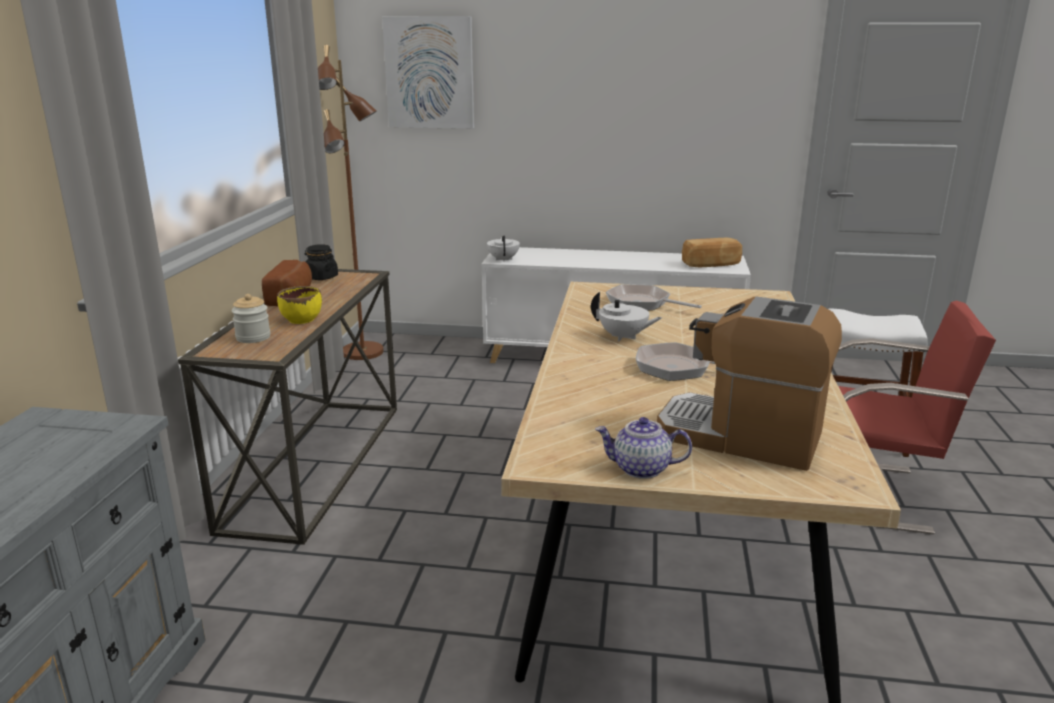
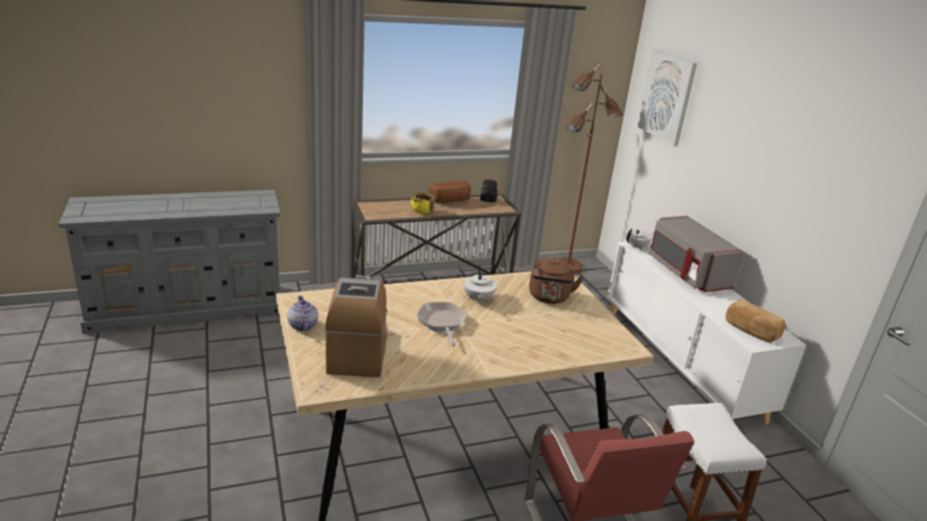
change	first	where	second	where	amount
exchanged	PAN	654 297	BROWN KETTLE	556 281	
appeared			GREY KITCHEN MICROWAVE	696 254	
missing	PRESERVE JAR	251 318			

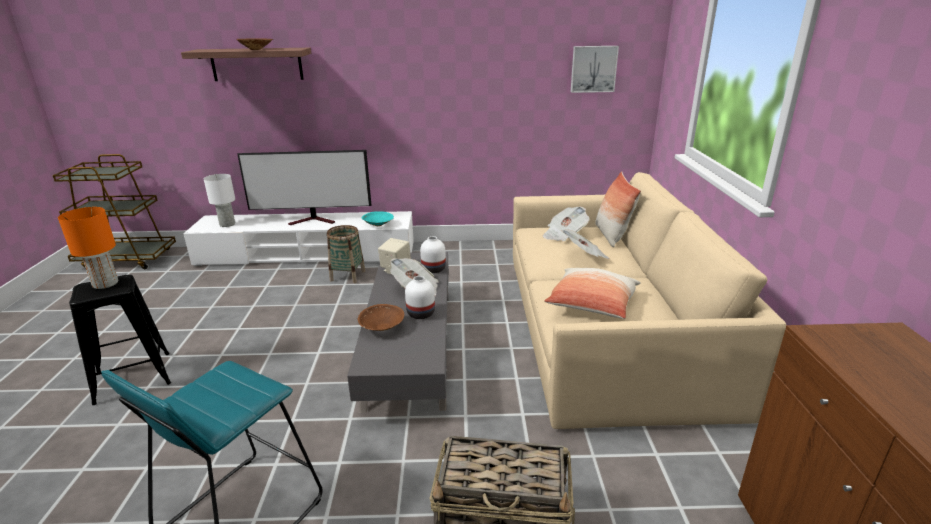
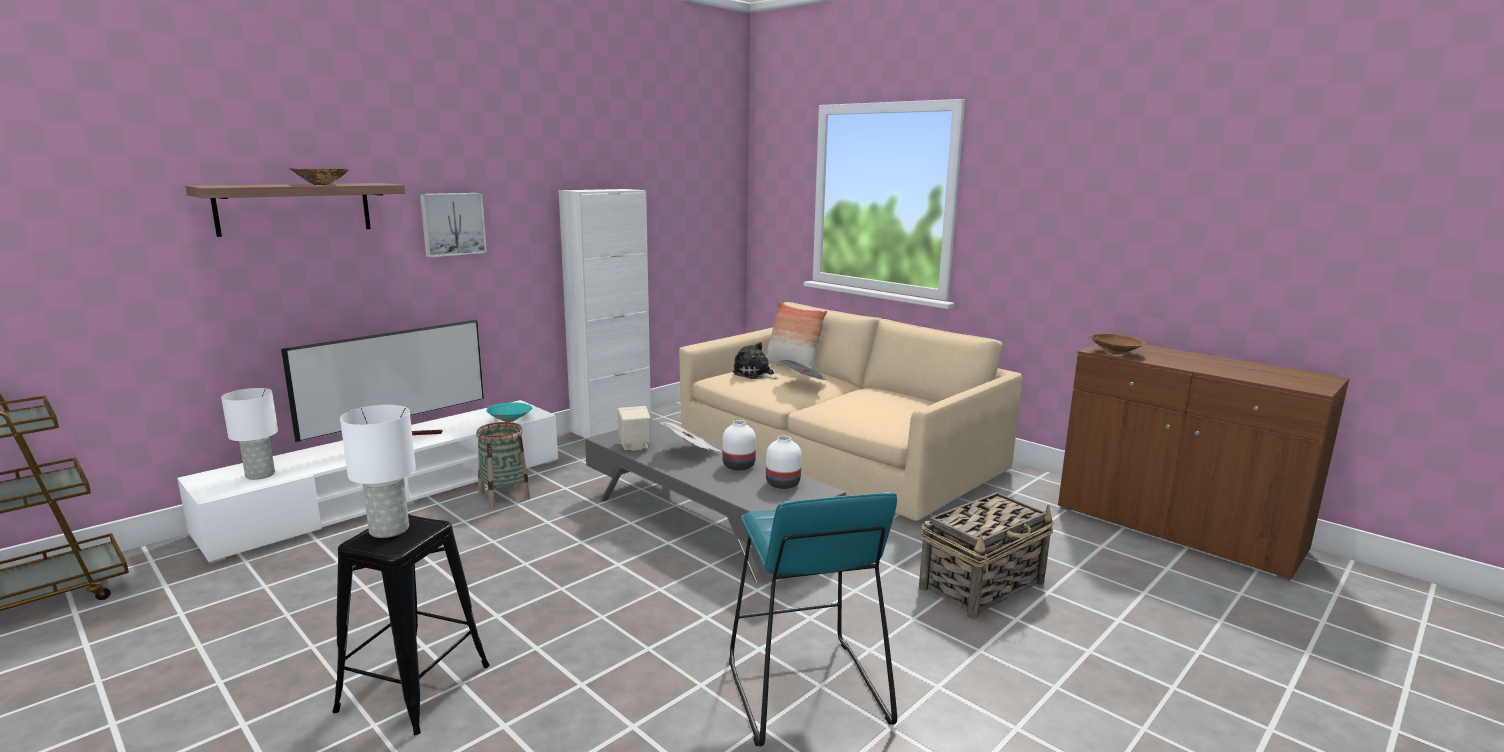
change	first	where	second	where	amount
colour	ORANGE TABLE LAMP	88 248	WHITE TABLE LAMP	378 471	
relocated	WALL ART	595 69		453 225	
appeared			WHITE CUPBOARD	605 313	
exchanged	NEWSPAPER	566 224	SOFT TOY	755 360	
relocated	WHITE DECORATIVE VASE	433 254		784 462	
relocated	BROWN BOWL	381 317		1118 344	
missing	CUSHION	592 293			

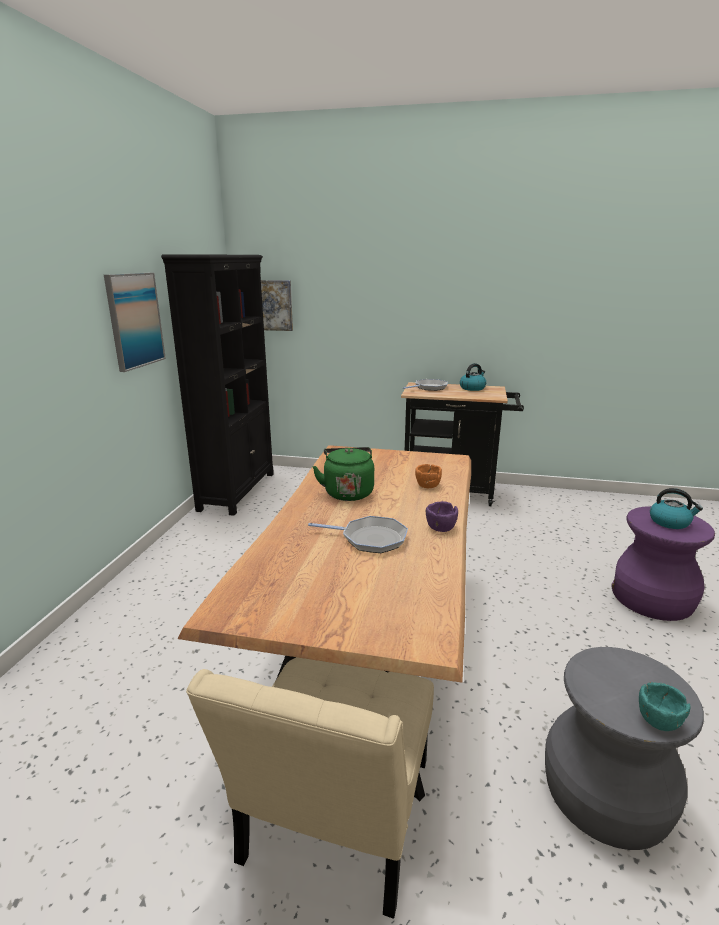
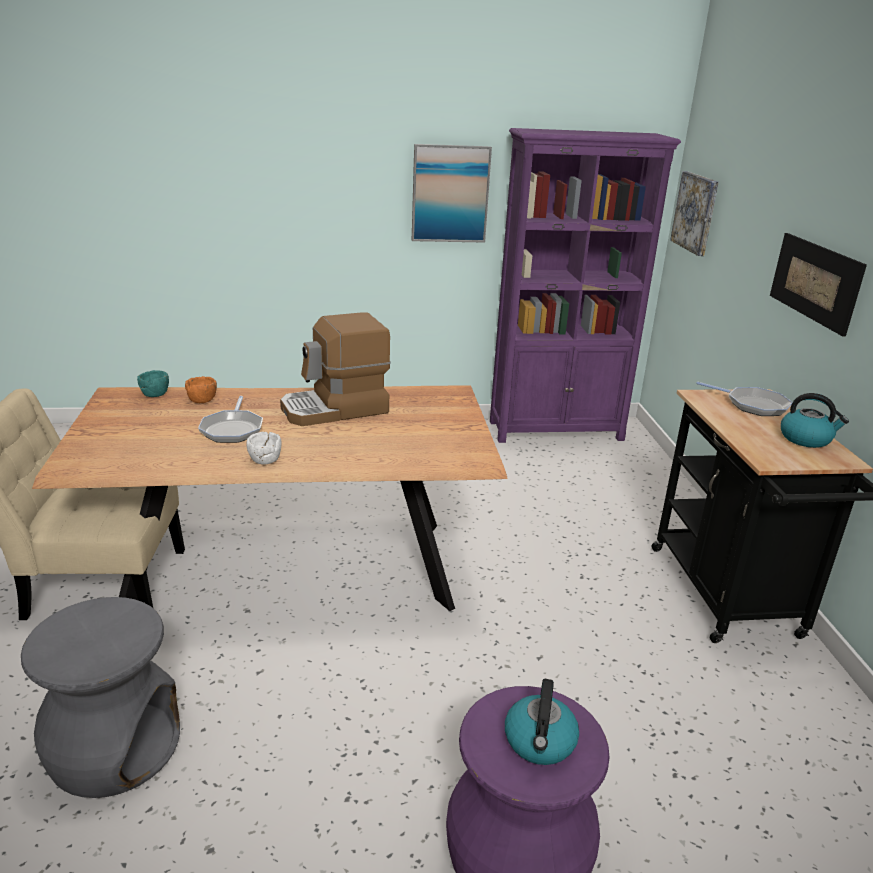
change	first	where	second	where	amount
relocated	TURQUOISE-COLOURED BOWL	664 706		153 383	
relocated	ORANGE BOWL	428 476		201 389	
colour	PURPLISH BOWL	442 516	WHITE BOWL	264 448	
exchanged	GREEN KETTLE	343 474	COFFEE MAKER	335 369	
colour	BLACK BOOKCASE	217 385	PURPLISH BOOKCASE	585 285	
appeared			WALL ART	818 285	

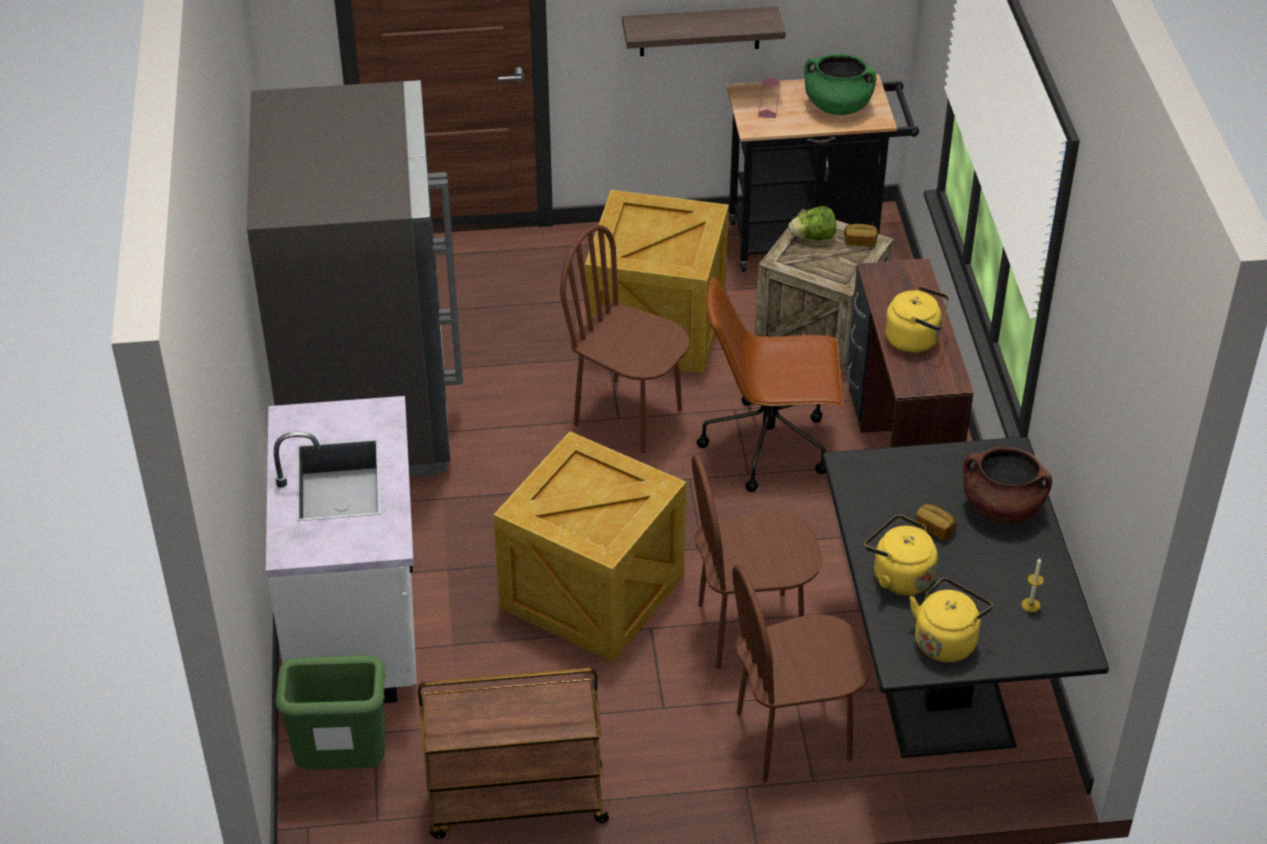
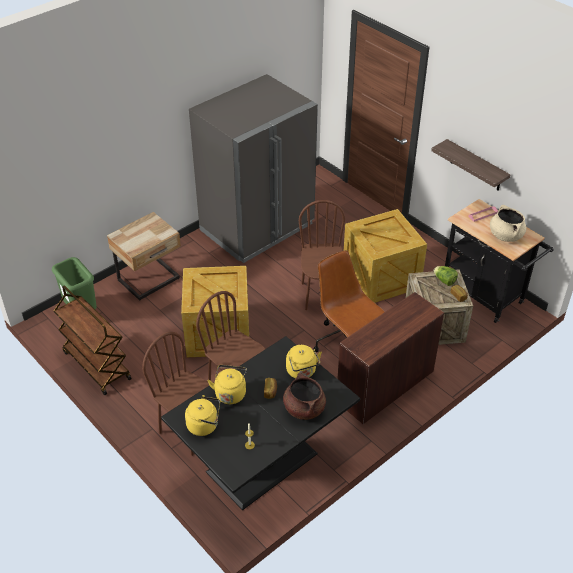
change	first	where	second	where	amount
exchanged	WHITE COUNTER	341 549	SAND-COLOURED BEDSIDE TABLE	144 256	
relocated	YELLOW KETTLE	917 319		304 361	
colour	GREEN SAUCEPOT	840 84	SAND-COLOURED SAUCEPOT	508 223	

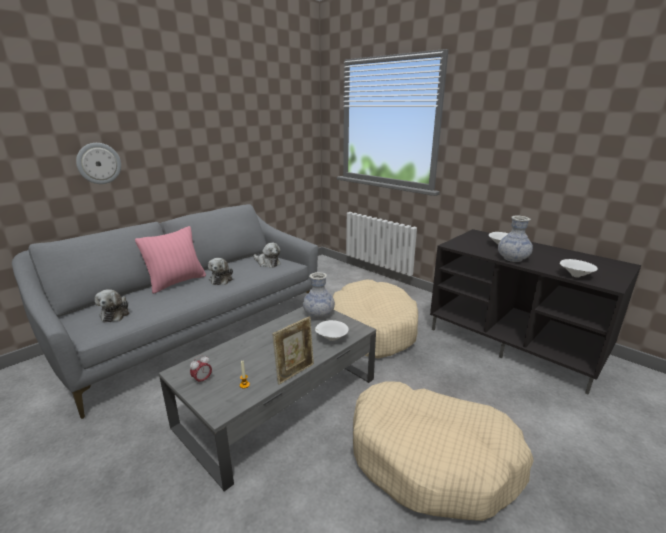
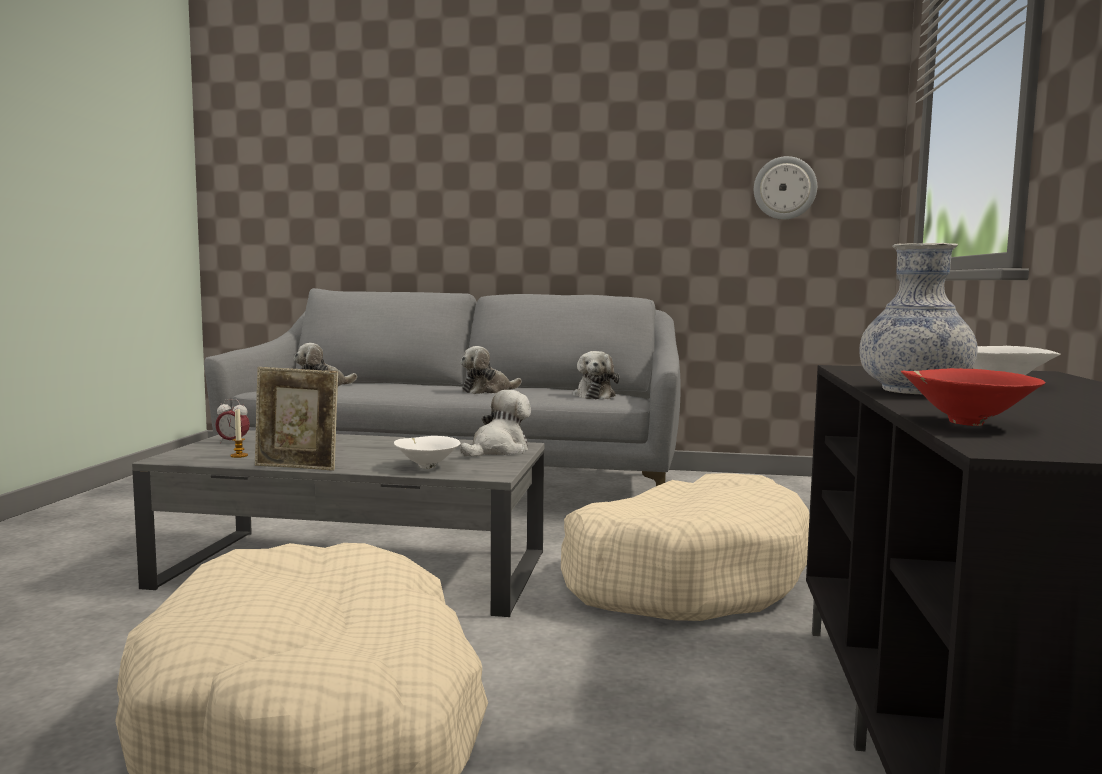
change	first	where	second	where	amount
exchanged	DECORATIVE VASE	319 295	SOFT TOY	495 423	
relocated	WALL CLOCK	98 163		785 188	
colour	WHITE BOWL	579 268	RED-COLOURED BOWL	973 397	
missing	PINK-COLOURED CUSHION	170 260			

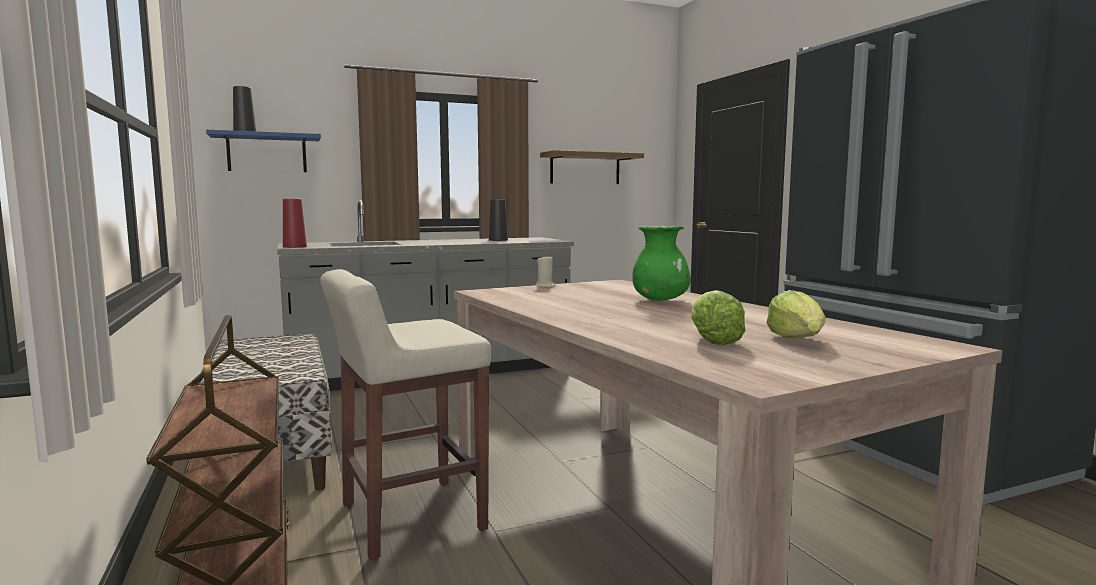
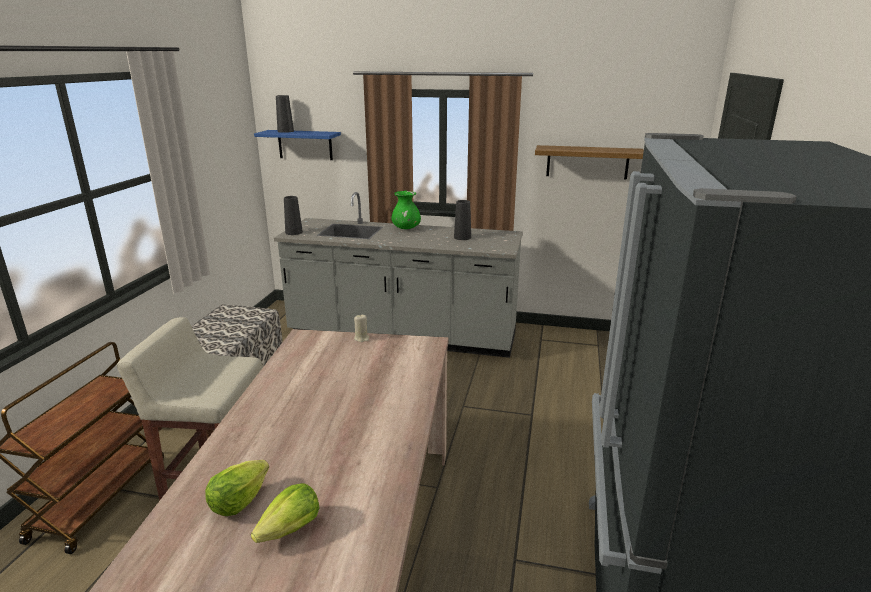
change	first	where	second	where	amount
colour	RED-COLOURED DECORATIVE VASE	295 223	BLACK DECORATIVE VASE	293 215	
relocated	GREEN DECORATIVE VASE	662 263		406 210	

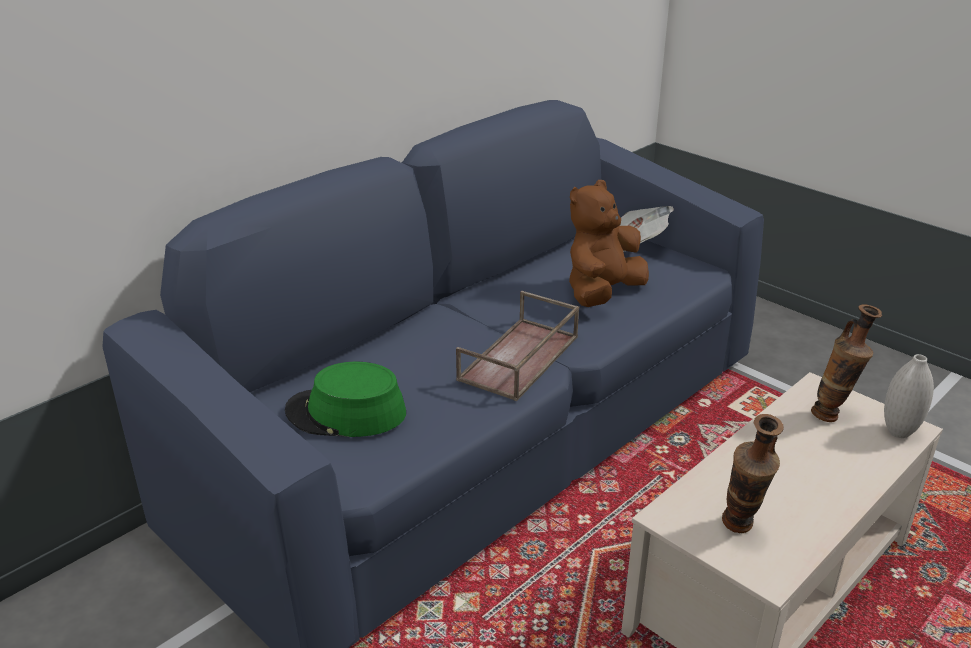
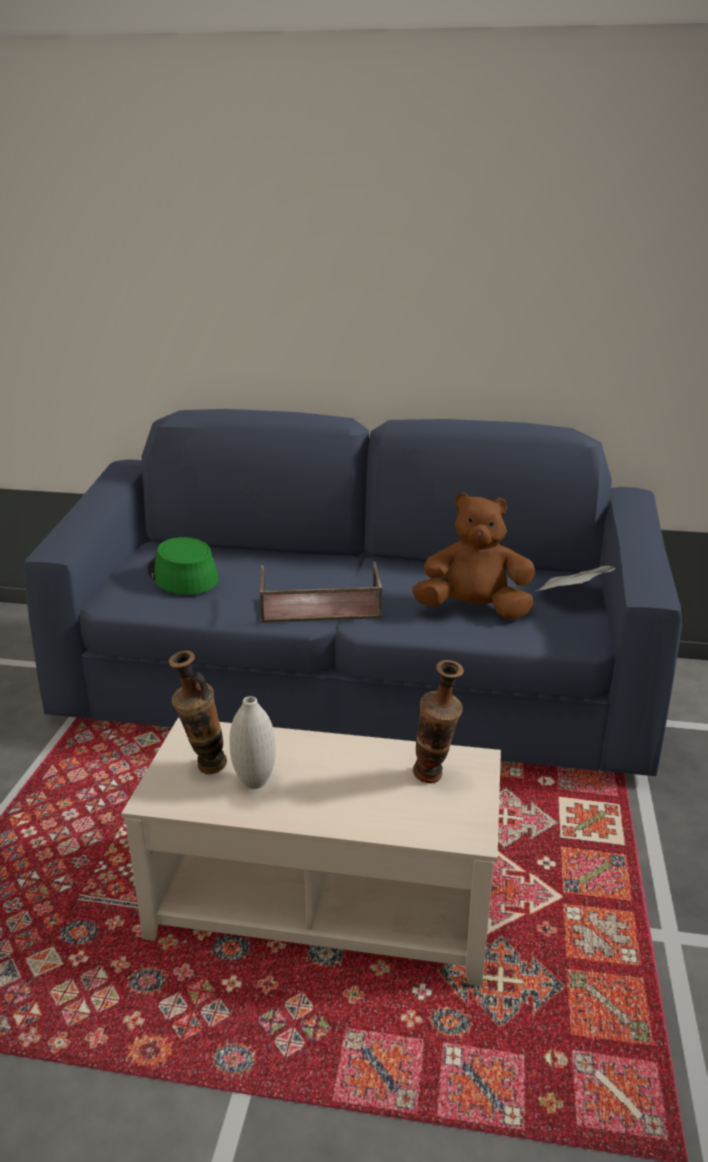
change	first	where	second	where	amount
relocated	WHITE DECORATIVE VASE	909 396		252 742	

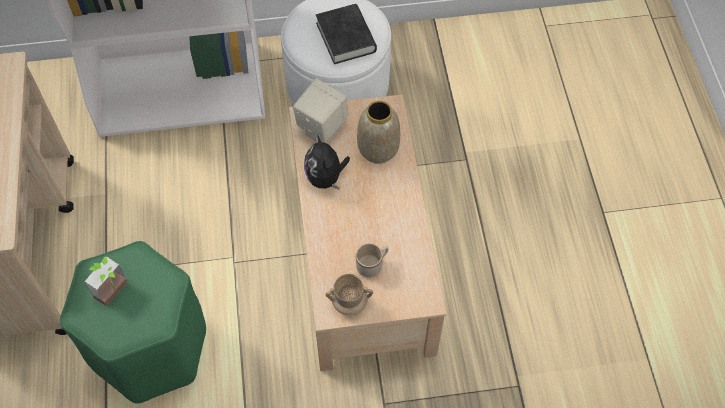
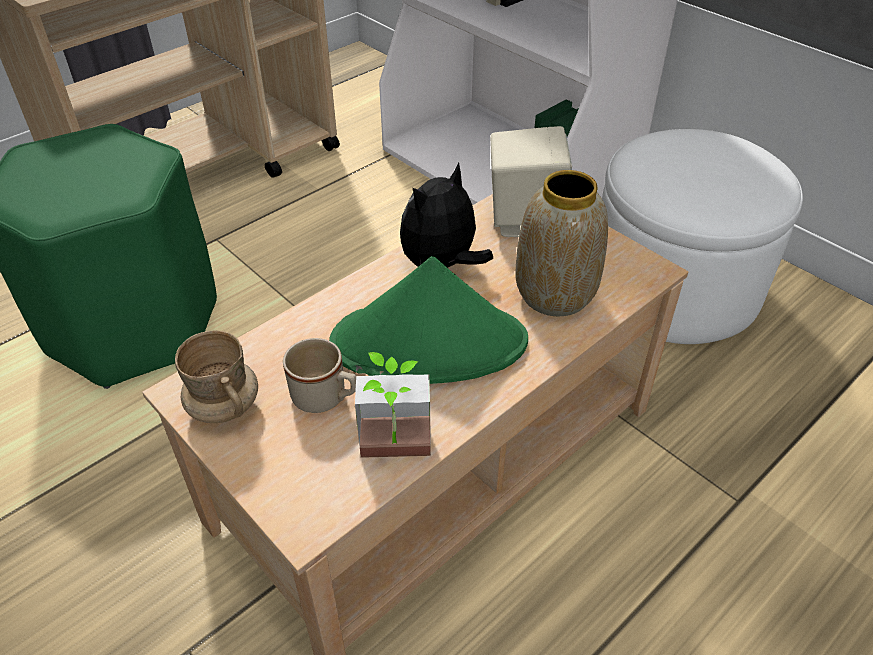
change	first	where	second	where	amount
appeared			GREEN HAT	428 320	
relocated	HOUSEPLANT	106 281		393 405	
missing	BLACK VOLUME	346 34			

